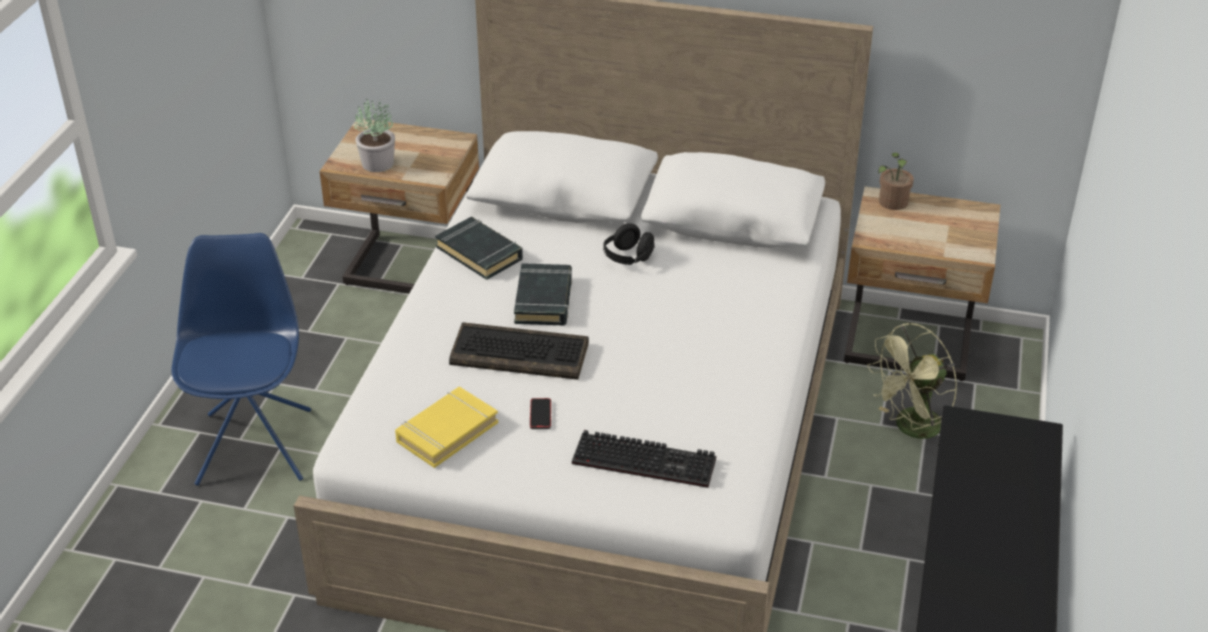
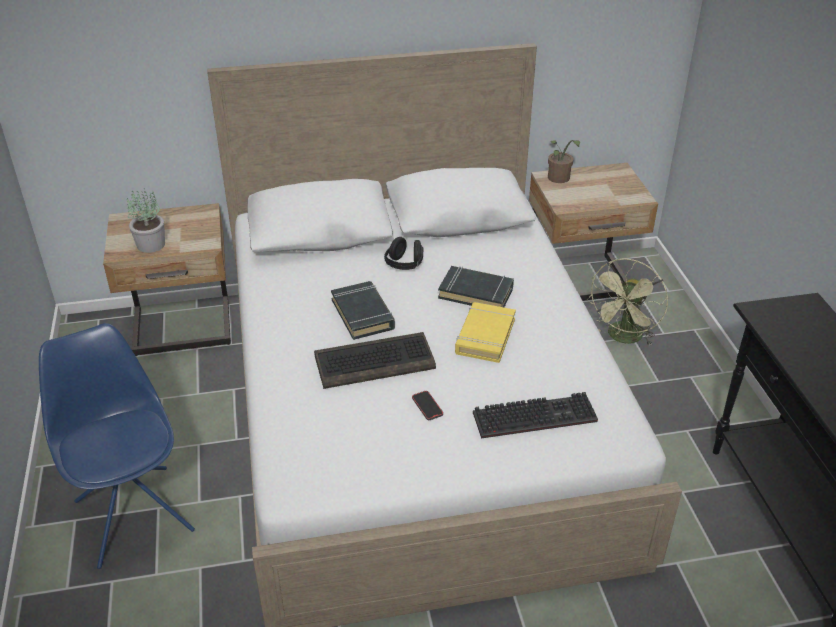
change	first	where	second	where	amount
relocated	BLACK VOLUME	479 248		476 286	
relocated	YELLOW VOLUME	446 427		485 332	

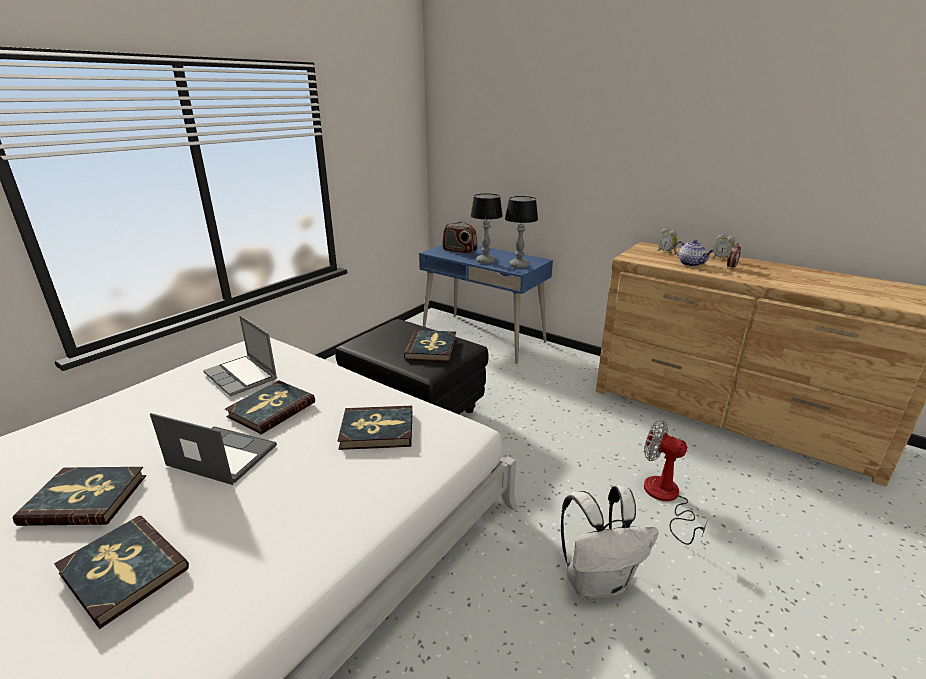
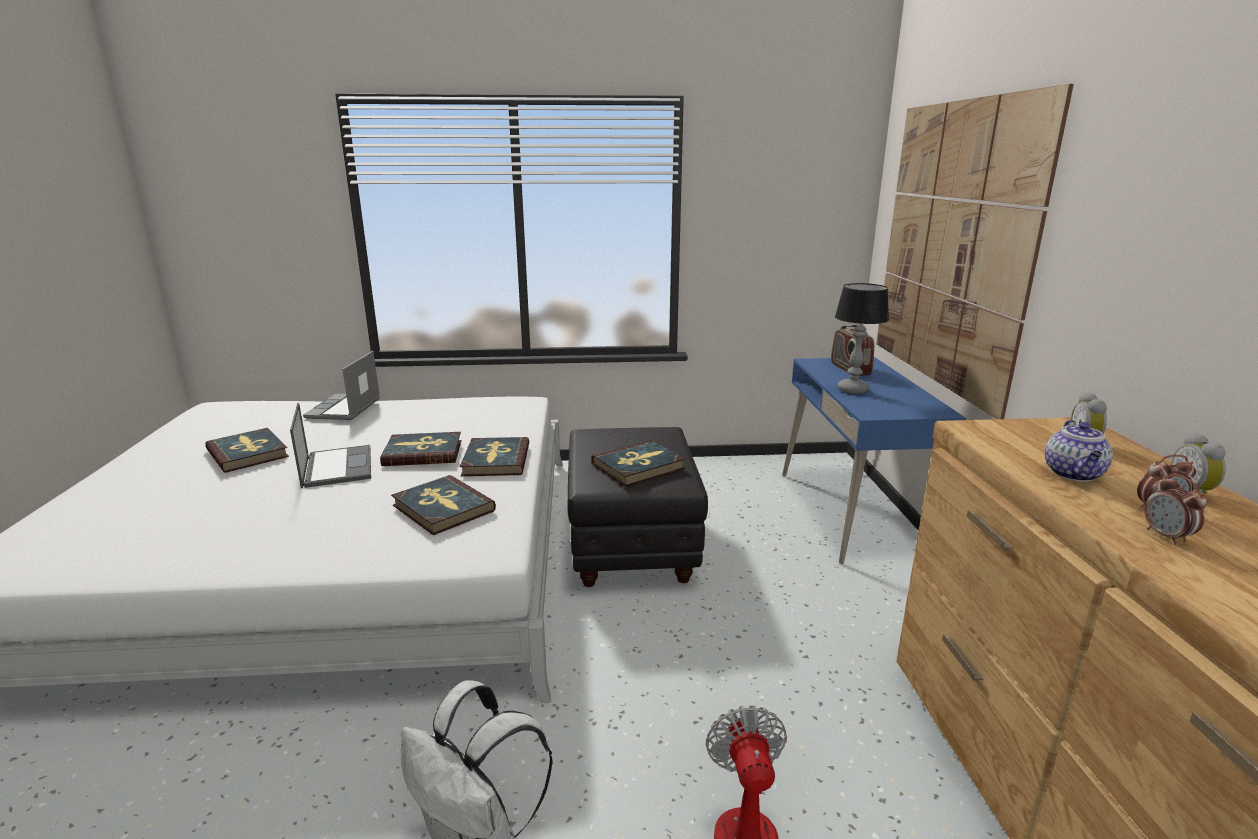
change	first	where	second	where	amount
relocated	NOTEBOOK COMPUTER	240 355		341 385	
relocated	VOLUME	121 572		494 456	
appeared			WALL ART	975 251	
appeared			TABLE CLOCK	1176 509	
missing	TABLE LAMP	521 232			

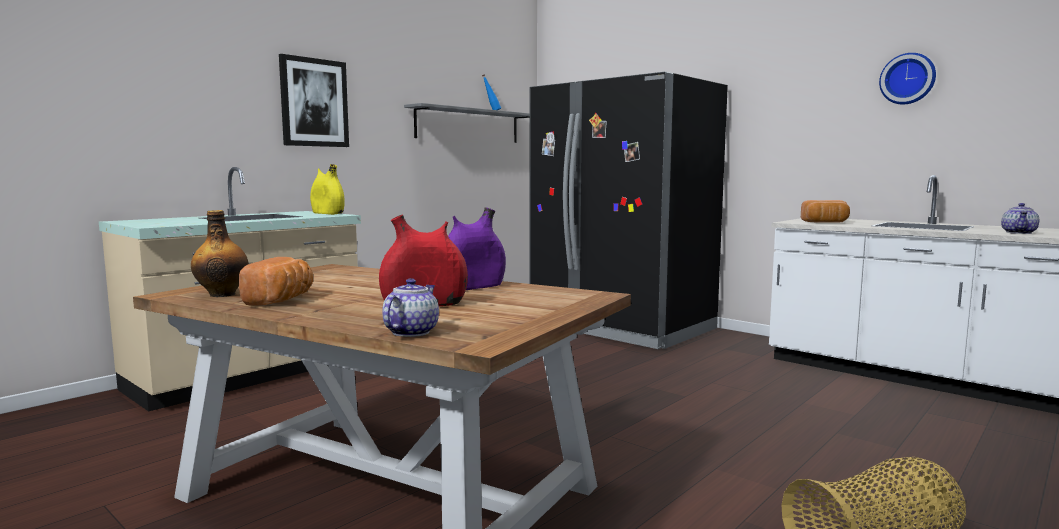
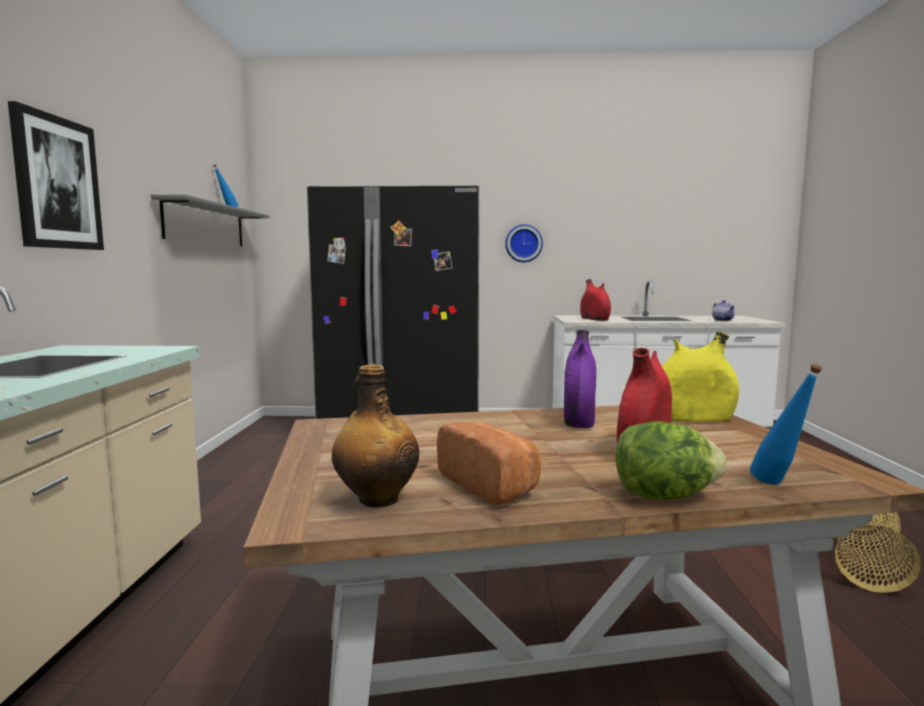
change	first	where	second	where	amount
relocated	WALL CLOCK	907 79		524 243	
exchanged	BAKERY BREAD	825 211	RED-COLOURED DECORATIVE VASE	595 300	
appeared			LETTUCE HEAD	671 460	
relocated	YELLOW DECORATIVE VASE	327 189		700 376	
exchanged	TEA POT	410 307	BLUE BOTTLE	786 424	

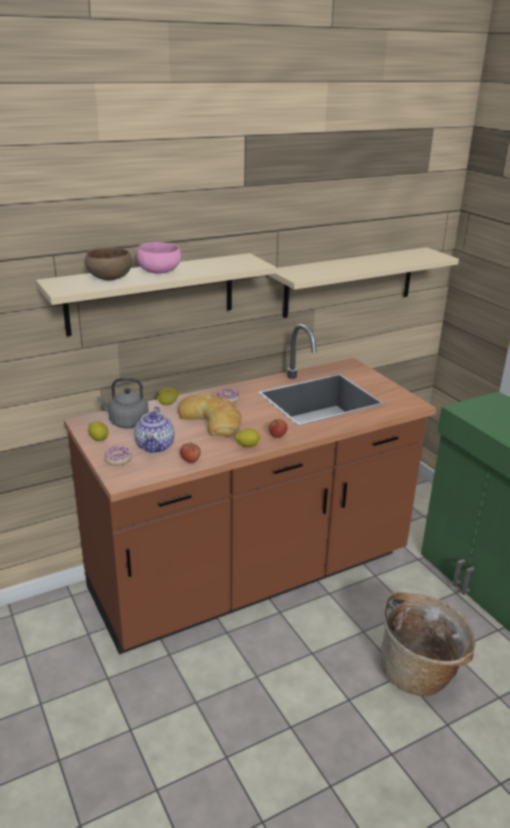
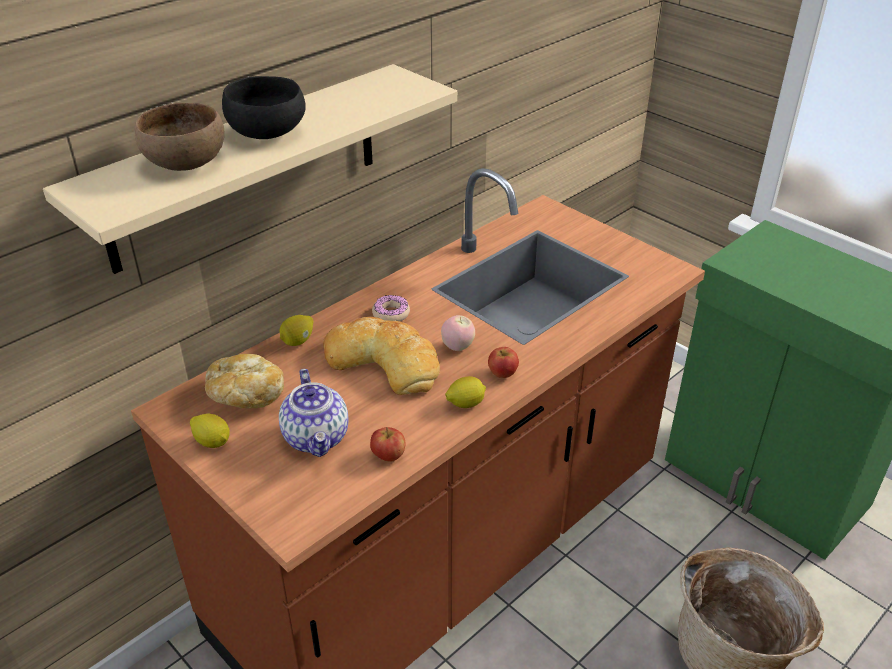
change	first	where	second	where	amount
exchanged	GREY KETTLE	123 403	BAKERY BREAD	244 381	
colour	PINK-COLOURED BOWL	158 258	BLACK BOWL	264 107	
appeared			APPLE FRUIT	458 333	
missing	RING DOUGHNUT	118 456			
missing	SAND-COLOURED SHELF	363 282			

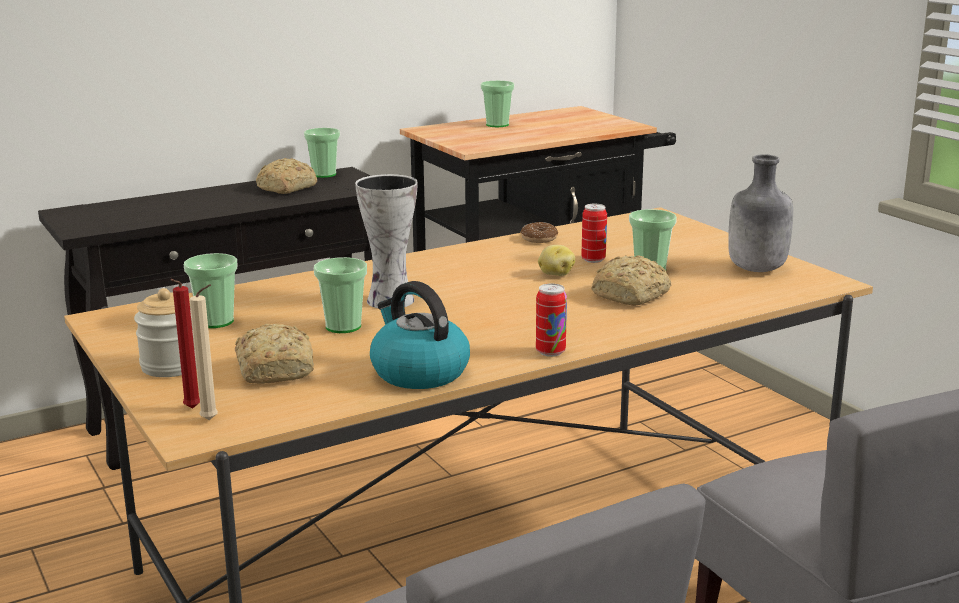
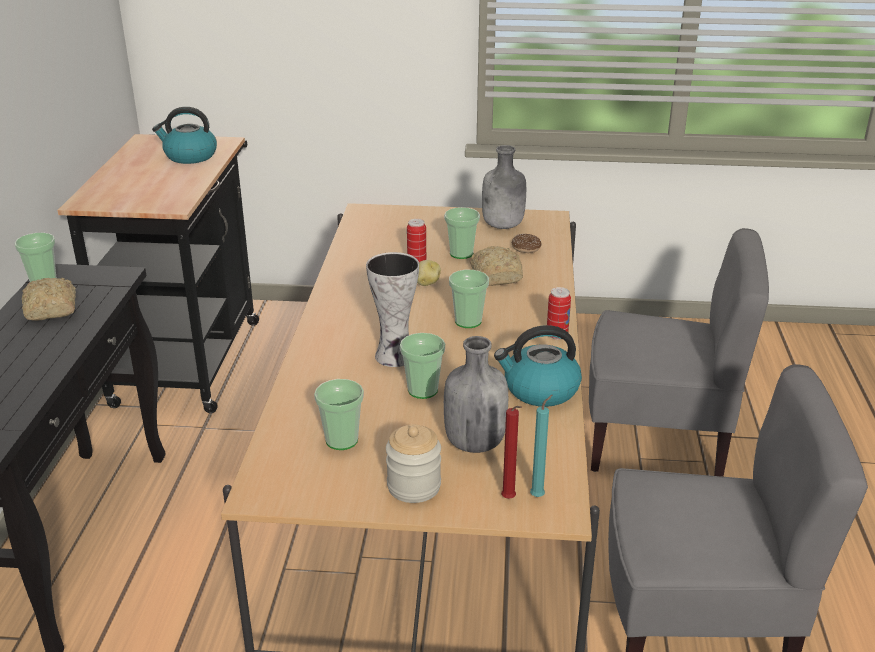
change	first	where	second	where	amount
appeared			KETTLE	184 135	
exchanged	BAKERY BREAD	274 354	GREY BOTTLE	476 394	
relocated	DRINKING CUP	497 104		469 299	
relocated	RING DOUGHNUT	539 232		527 243	
colour	SAND-COLOURED WAX LIGHT	204 352	TURQUOISE-COLOURED WAX LIGHT	541 446	

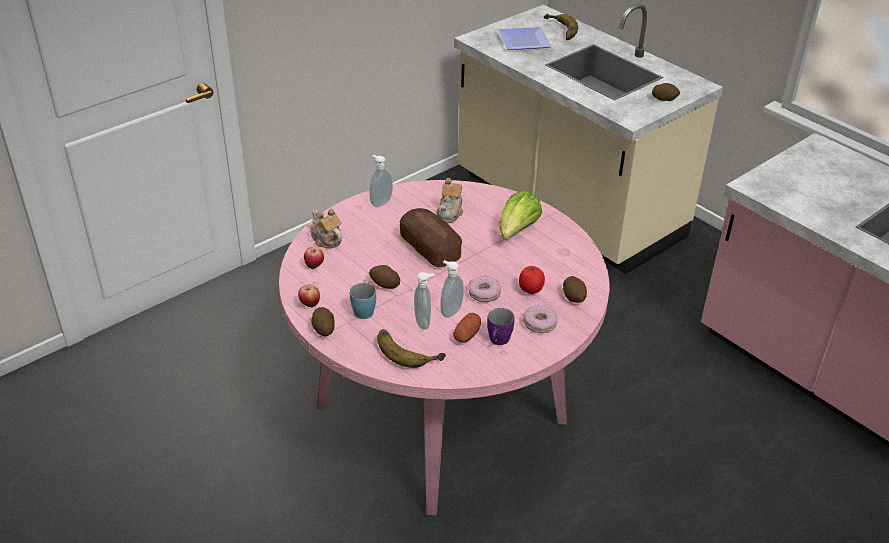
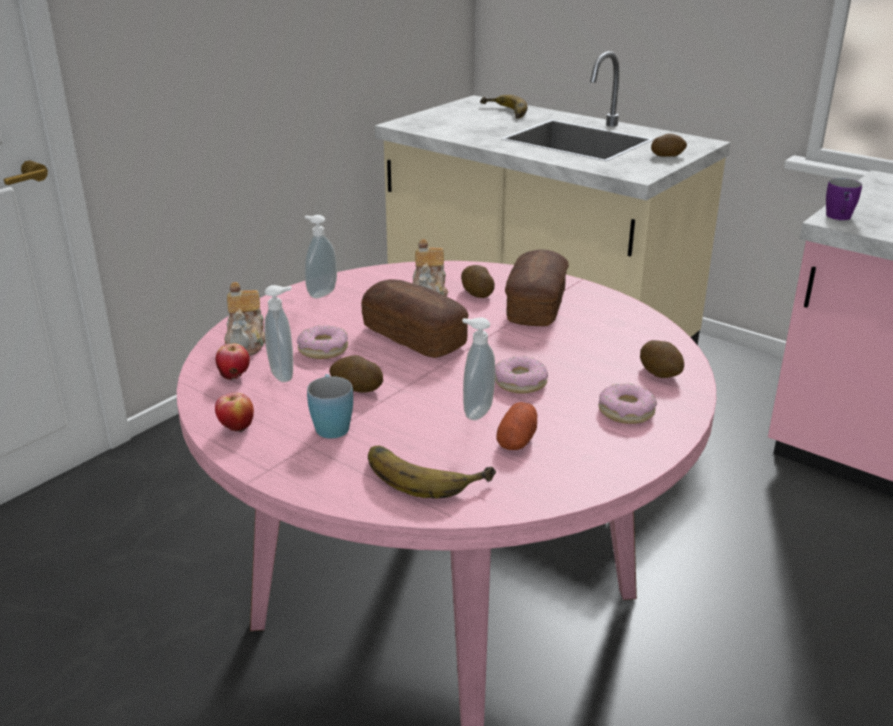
change	first	where	second	where	amount
spun	TEA POT	326 228		244 319	135 degrees counterclockwise
relocated	SOAP DISPENSER	424 301		278 333	
appeared			RING DOUGHNUT	322 342	
relocated	WHOLE POTATO	323 321		478 281	
exchanged	LETTUCE HEAD	520 215	BAKERY BREAD	537 287	
relocated	PURPLISH TEA MUG	501 326		844 199	
missing	FLAT DISH	525 38			
missing	TOMATO	532 280			

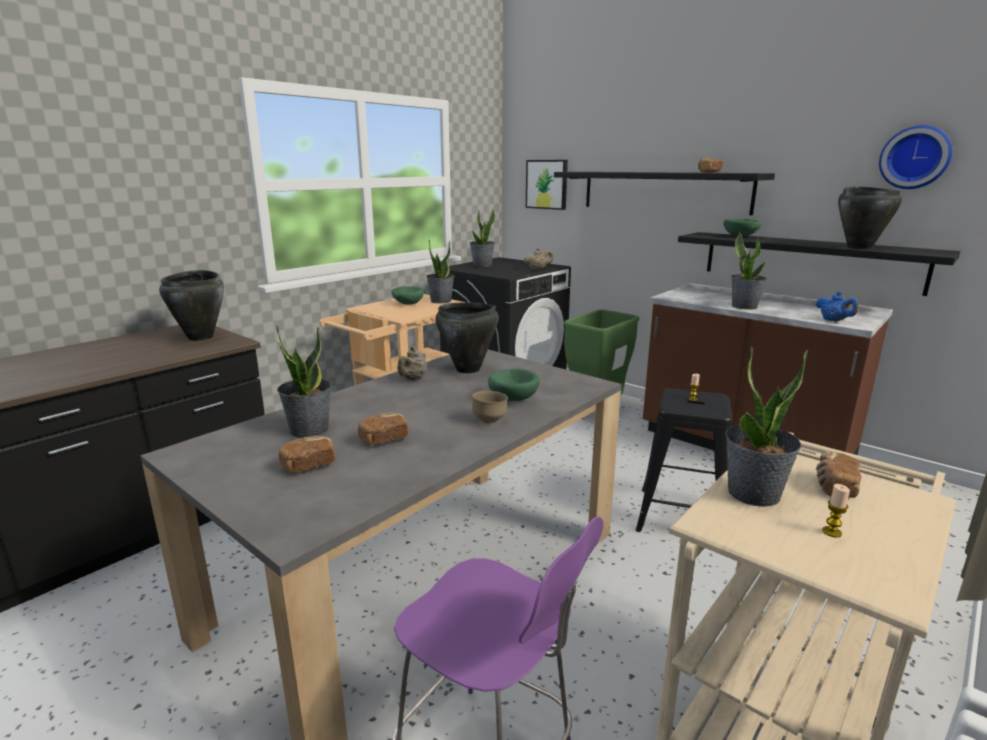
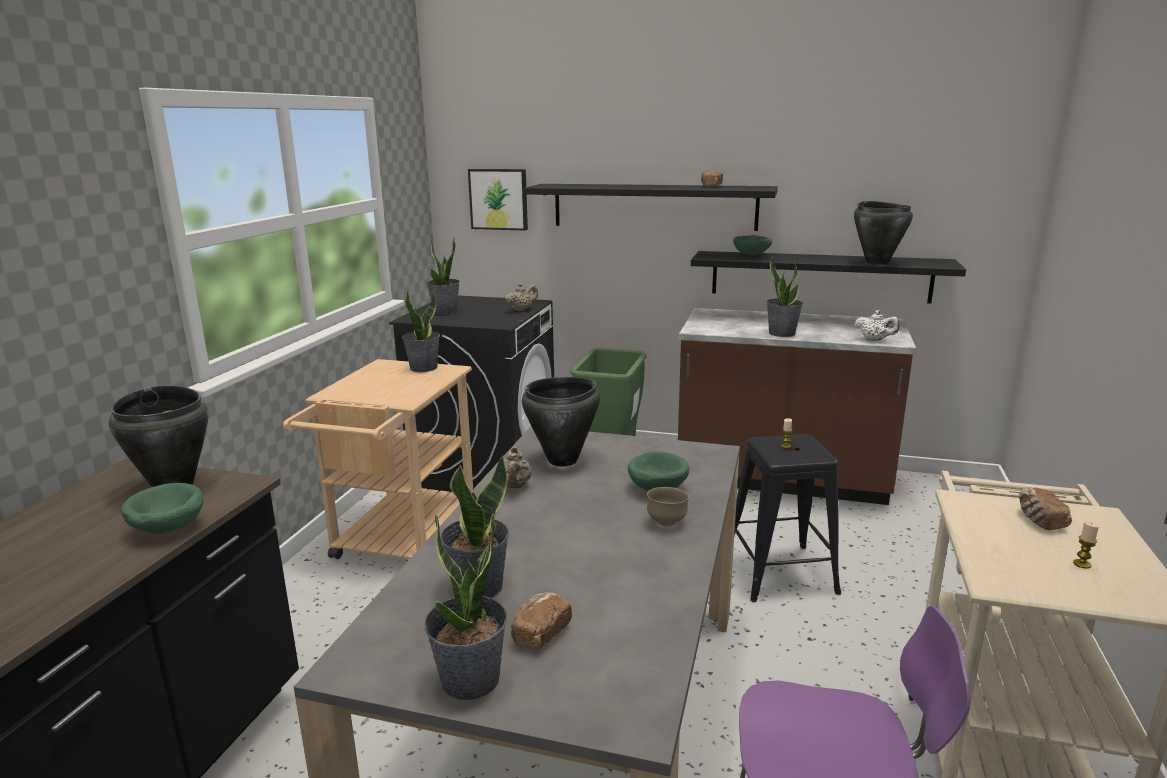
change	first	where	second	where	amount
relocated	GREEN BOWL	407 295		162 508	
relocated	HOUSEPLANT	767 427		465 606	
colour	BLUE TEA POT	837 306	WHITE TEA POT	877 325	
missing	BAKERY BREAD	383 429			
missing	WALL CLOCK	915 157			

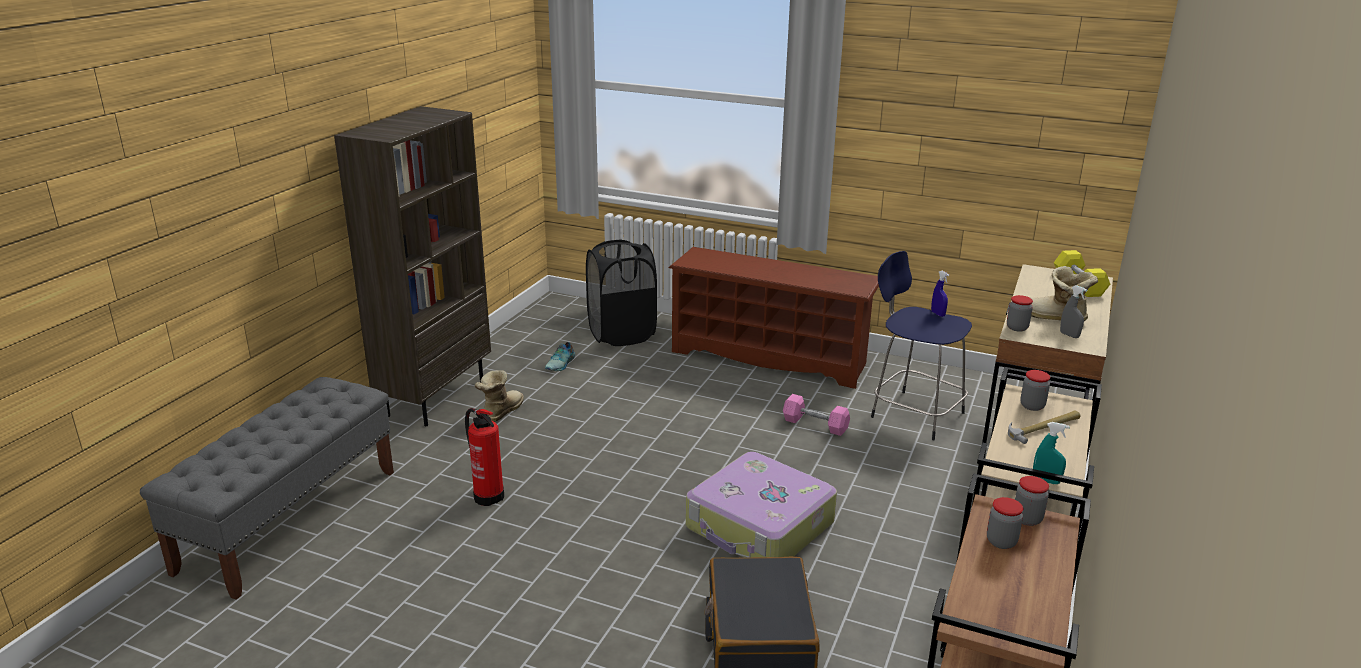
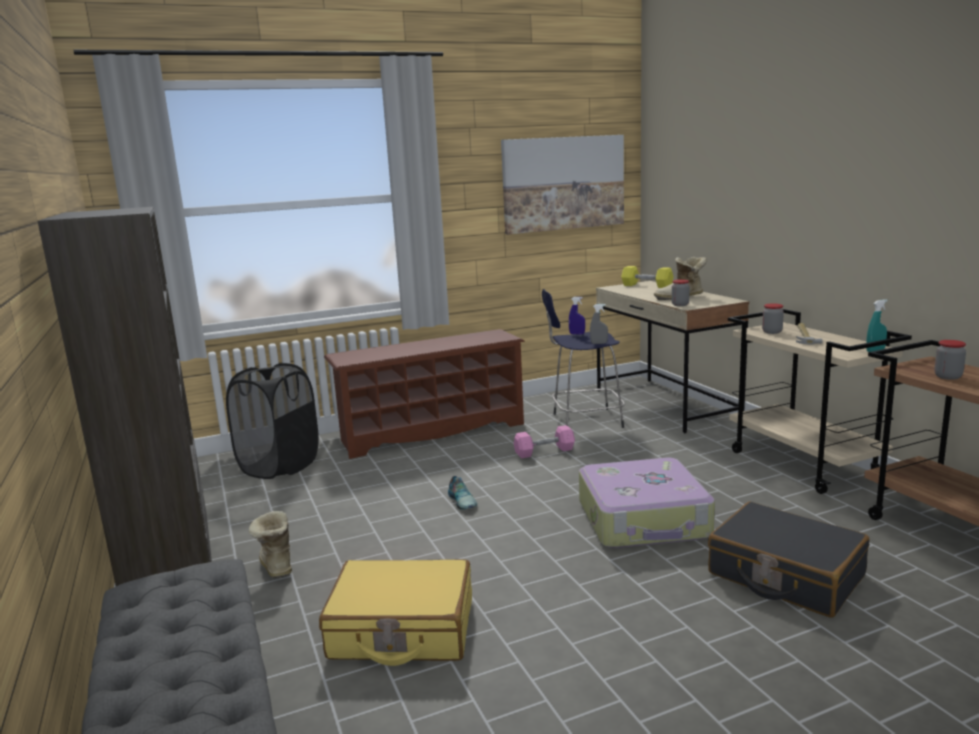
change	first	where	second	where	amount
exchanged	FIRE-FIGHTING CYLINDER	484 457	YELLOW TRAVEL CASE	395 612	
relocated	SHOE	560 356		462 493	
appeared			WALL ART	562 184	
relocated	GREY HAND SPRAYER	1073 311		599 324	
missing	PRESERVE JAR	1032 501			

